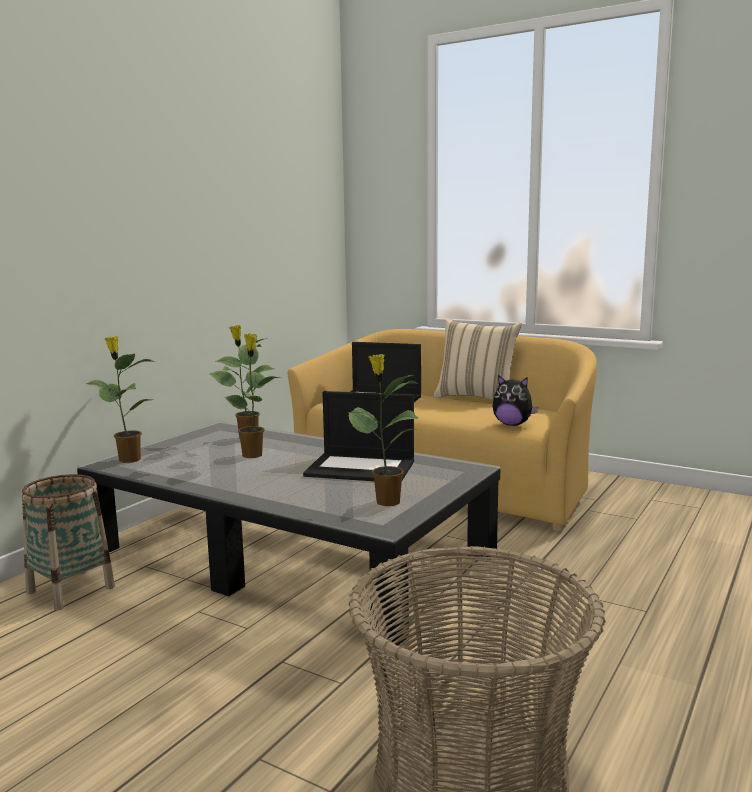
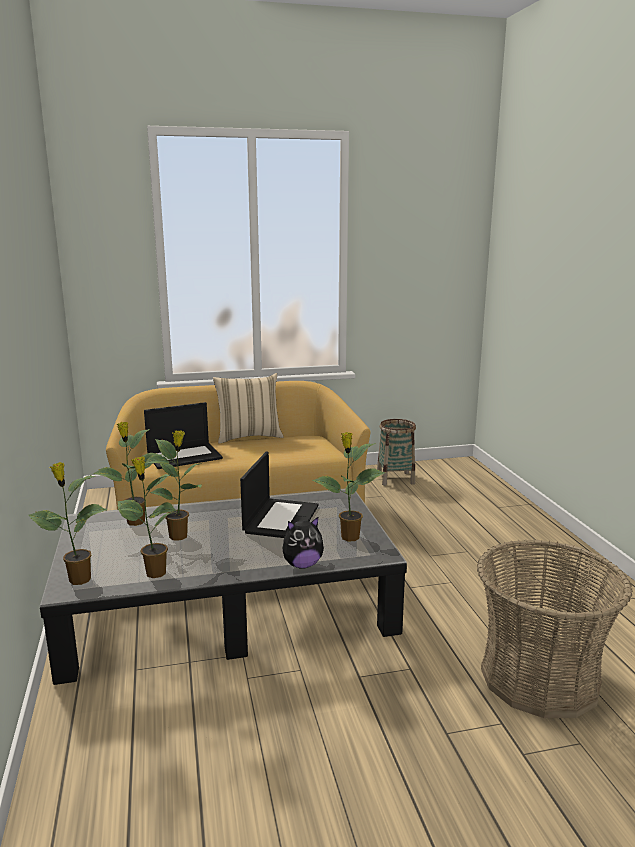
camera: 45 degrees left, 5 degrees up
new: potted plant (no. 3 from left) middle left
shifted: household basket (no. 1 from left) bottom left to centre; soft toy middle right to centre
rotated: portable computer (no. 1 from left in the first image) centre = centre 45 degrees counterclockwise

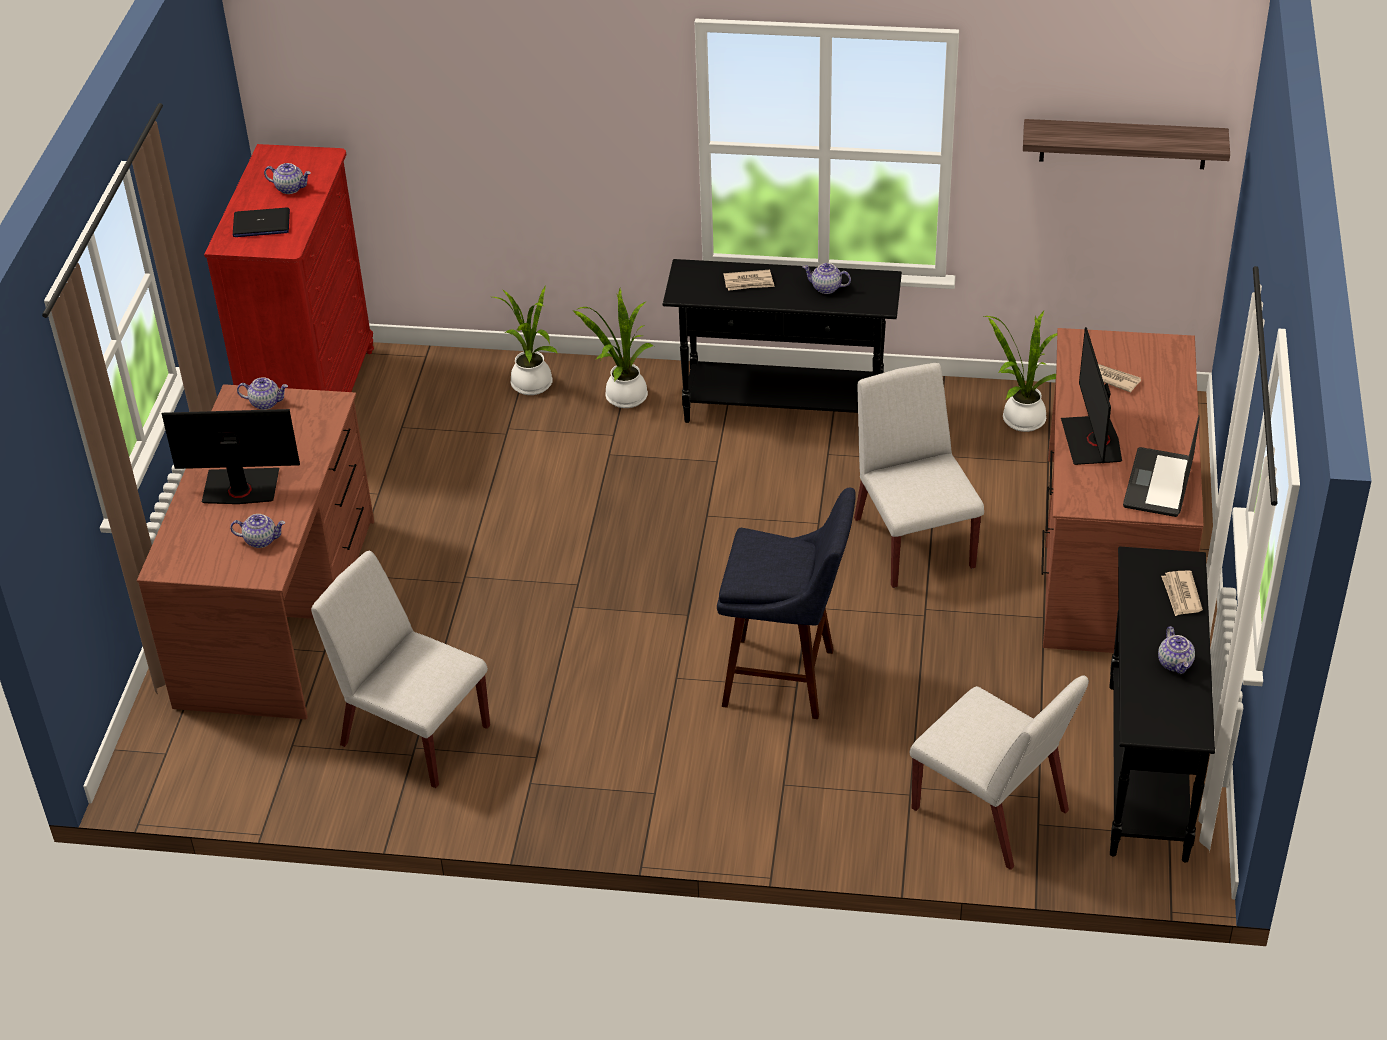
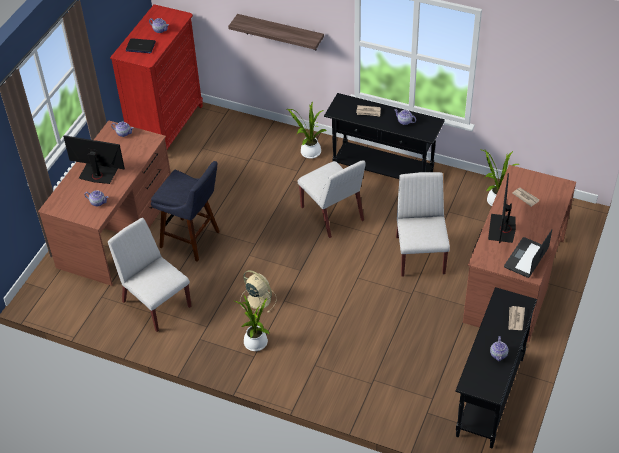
camera: 15 degrees right, 5 degrees up
new: beige fan centre
shifted: potted plant (no. 1 from left) top centre to bottom centre; blue stool centre to middle left; white-coloured upright chair (no. 3 from left in the first image) bottom right to white-coloured upright chair (no. 2 from left) centre; shelf top right to top centre

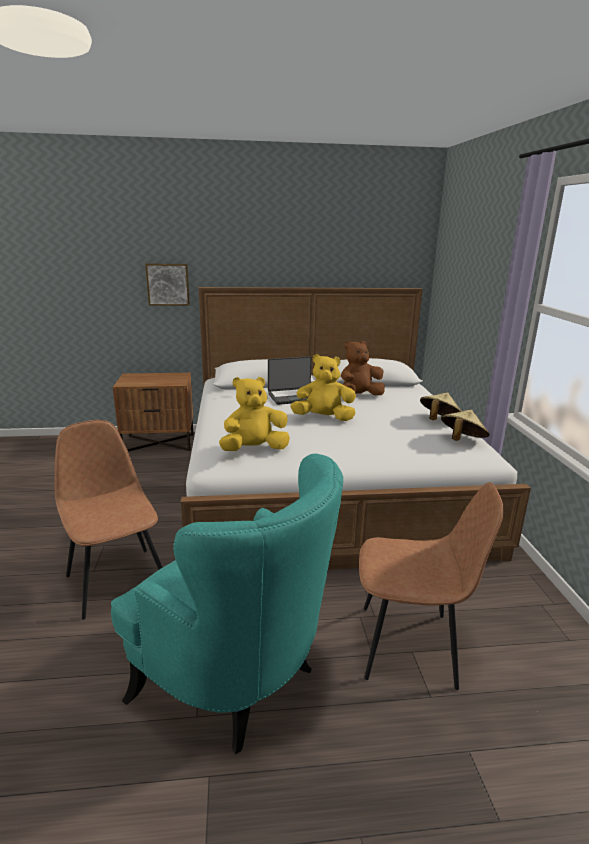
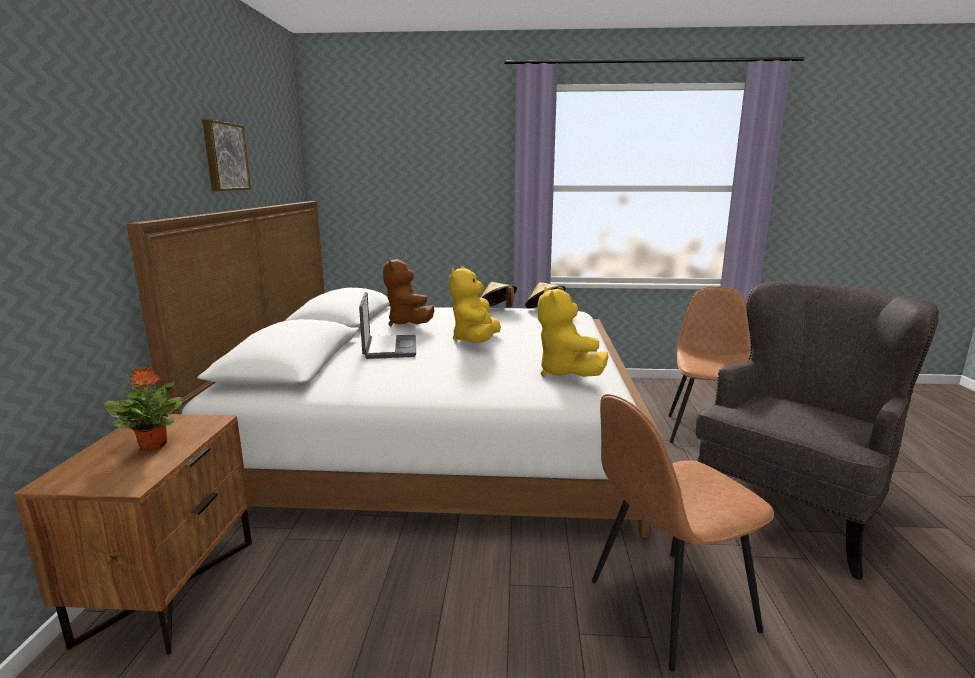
camera: 80 degrees left, 5 degrees down
new: potted plant middle left
shifted: picture middle left to top left
repainted: blue-green armchair bottom centre to greyish armchair middle right

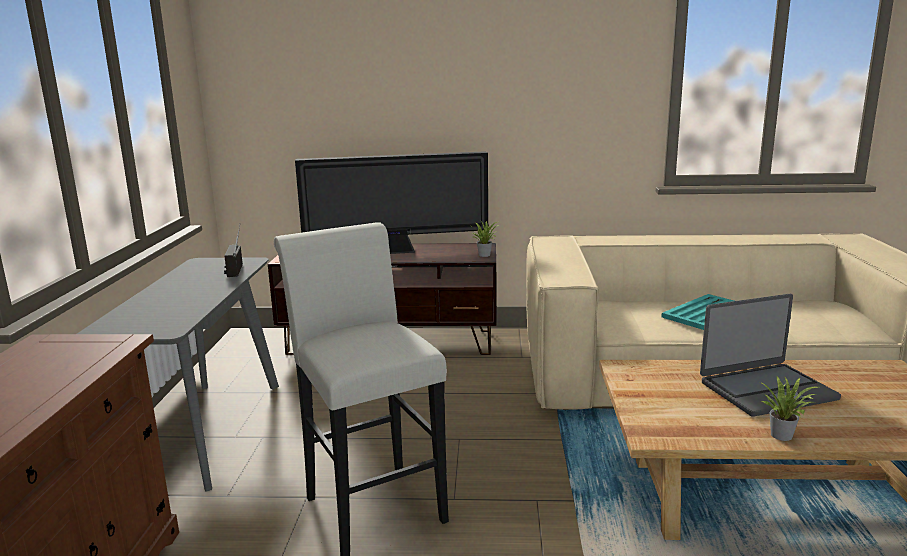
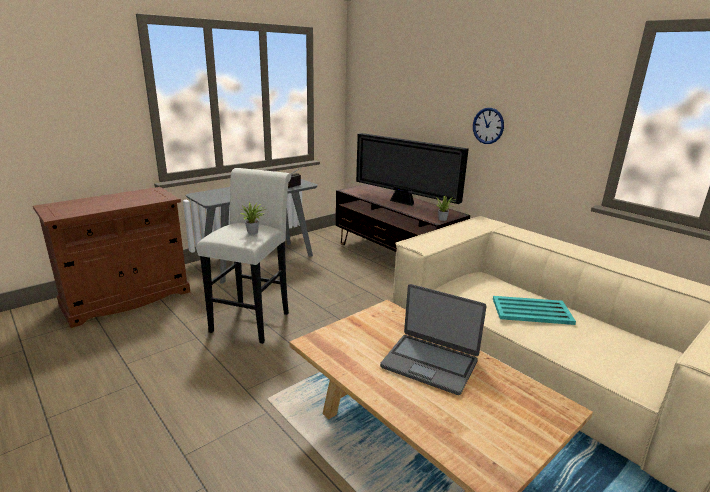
camera: 45 degrees right, 5 degrees up
new: clock on the wall top right
shifted: potted plant (no. 2 from left in the first image) bottom right to potted plant (no. 1 from left) centre

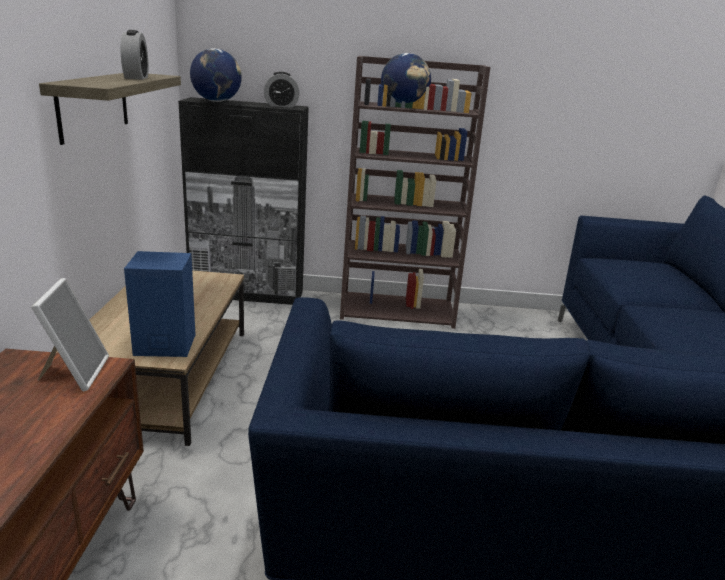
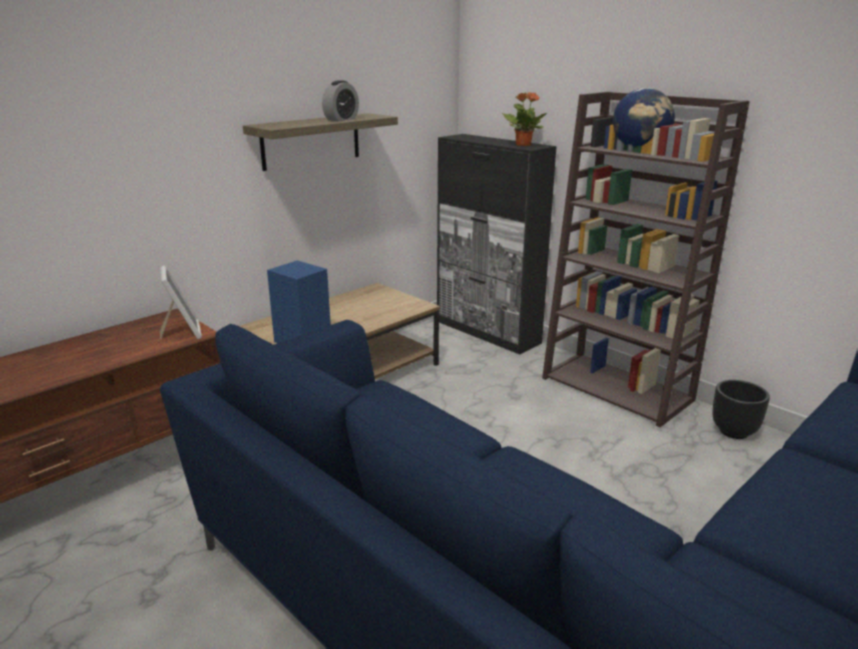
camera: 45 degrees right, 0 degrees up
gone: desk globe (no. 1 from left) top left
new: black flower pot middle right
swapped: table clock (no. 2 from left) top centre to potted plant top centre
rotated: standing frame middle left = middle left 60 degrees counterclockwise

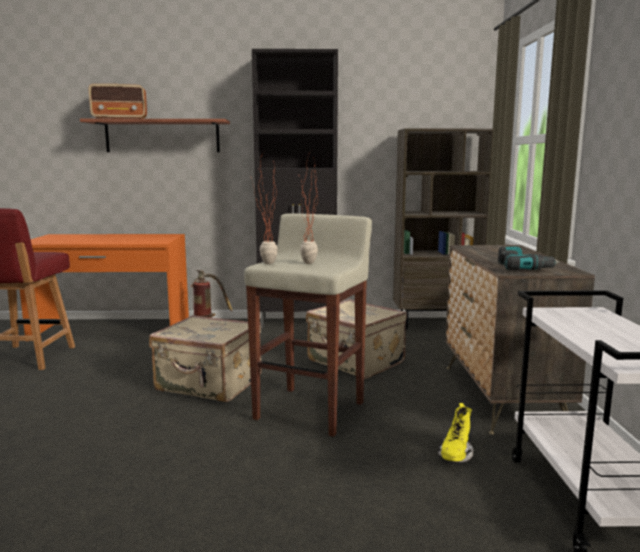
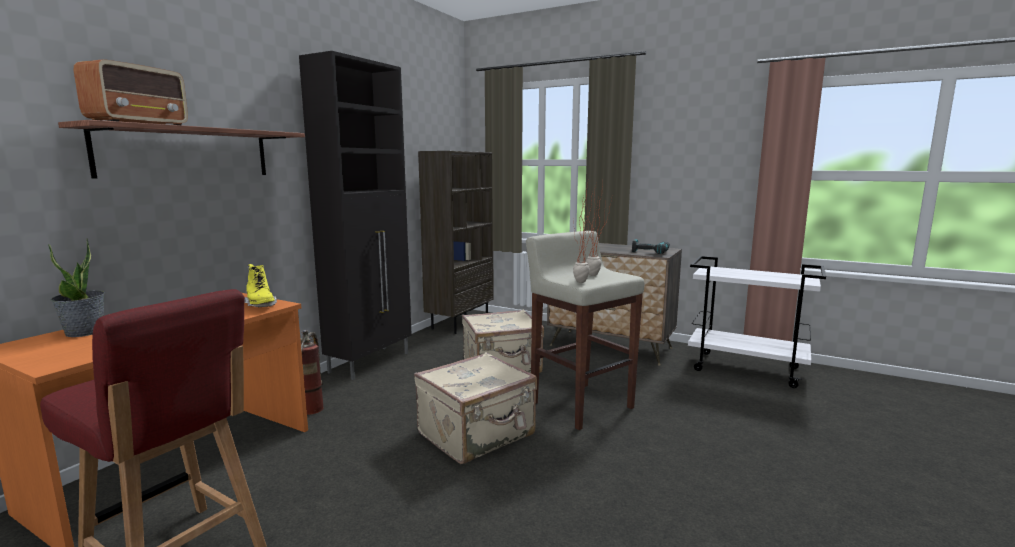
camera: 60 degrees left, 0 degrees up
new: potted plant (no. 1 from left) middle left
shifted: yellow-coloured high-top boot bottom right to middle left

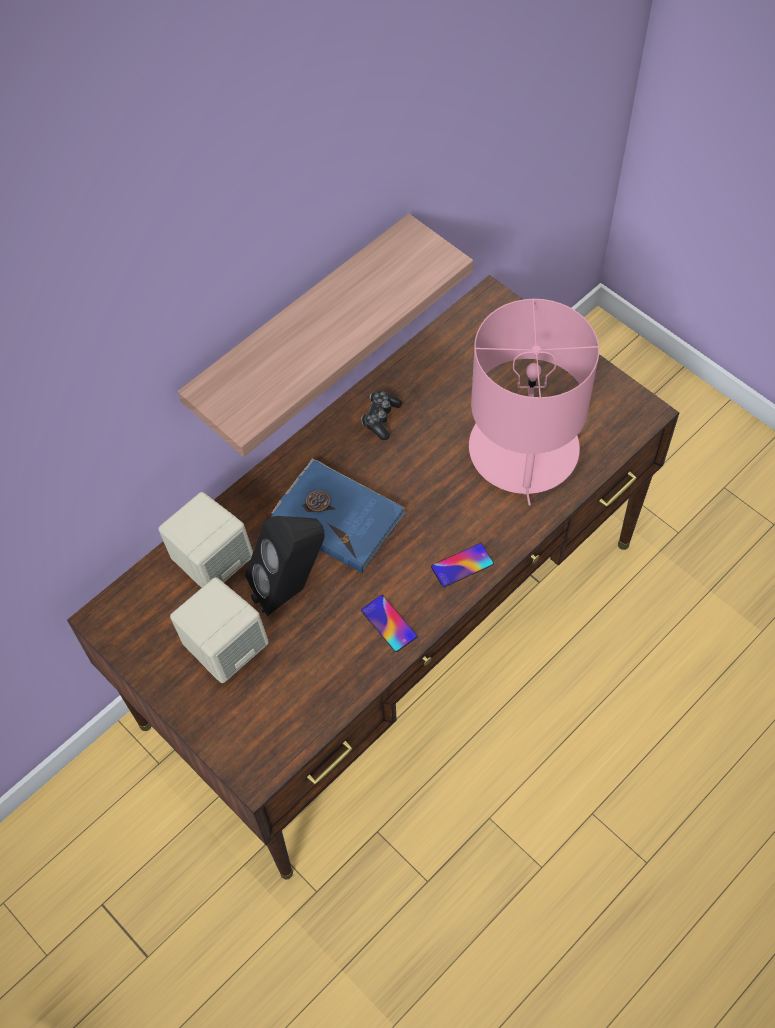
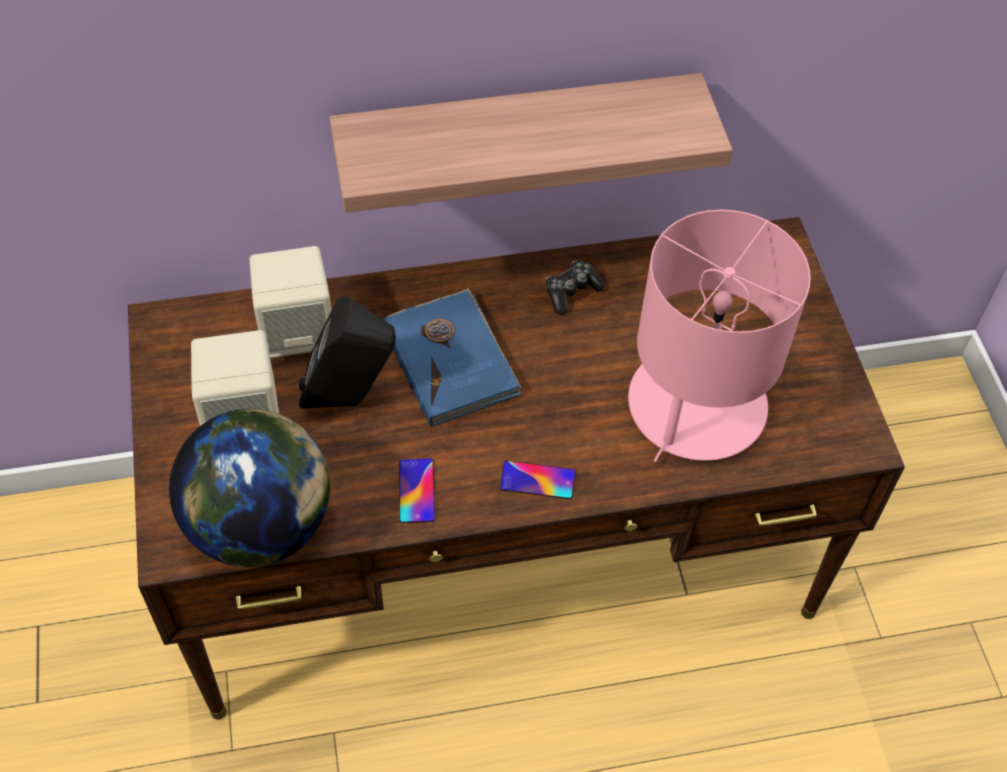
camera: 30 degrees right, 5 degrees down
new: desk globe middle left

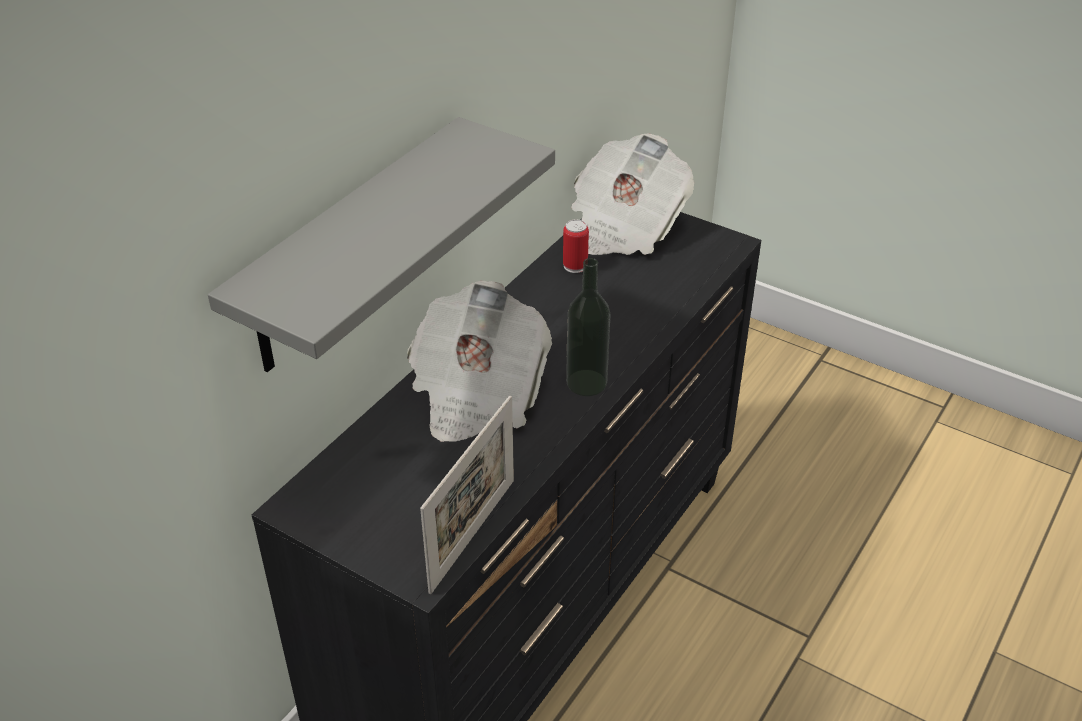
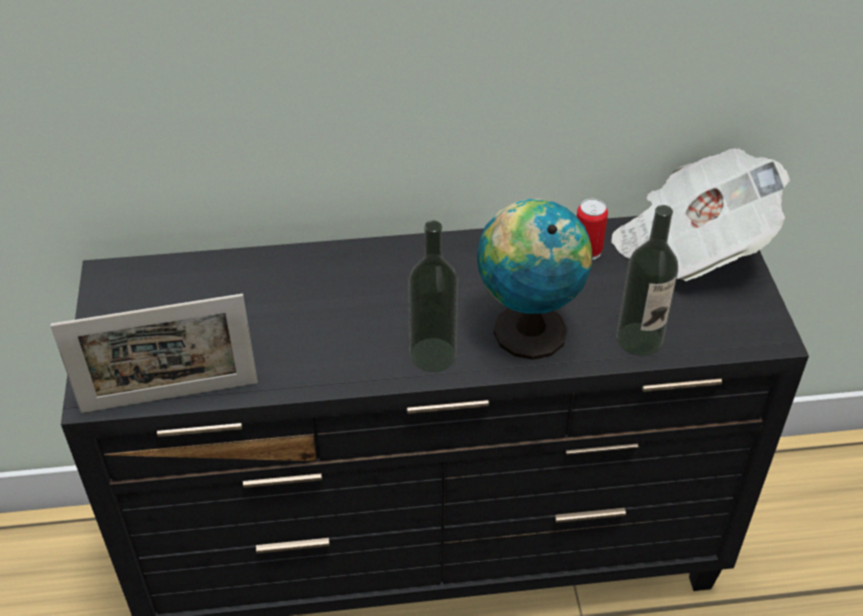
camera: 50 degrees right, 5 degrees up
gone: greyish shelf centre; newspaper (no. 1 from left) centre
new: desk globe centre; beverage bottle (no. 2 from left) middle right

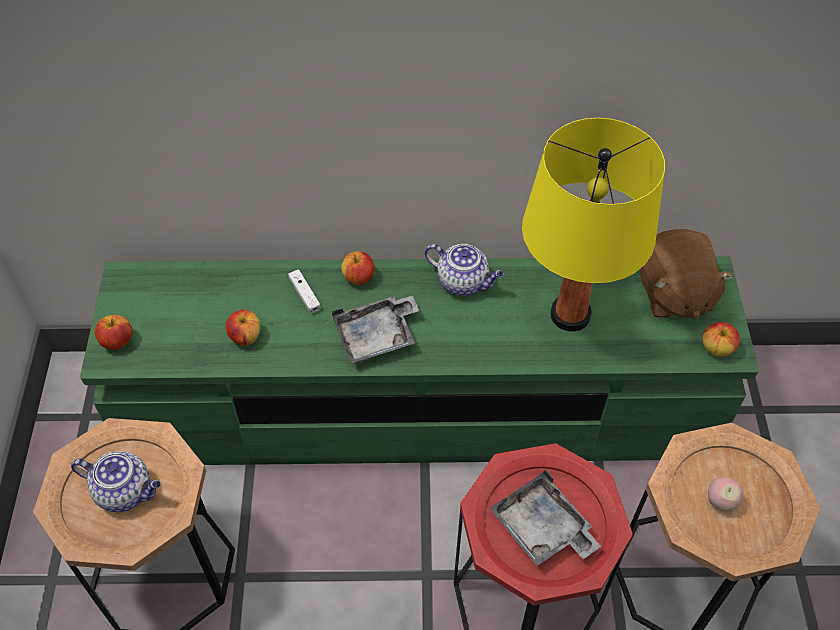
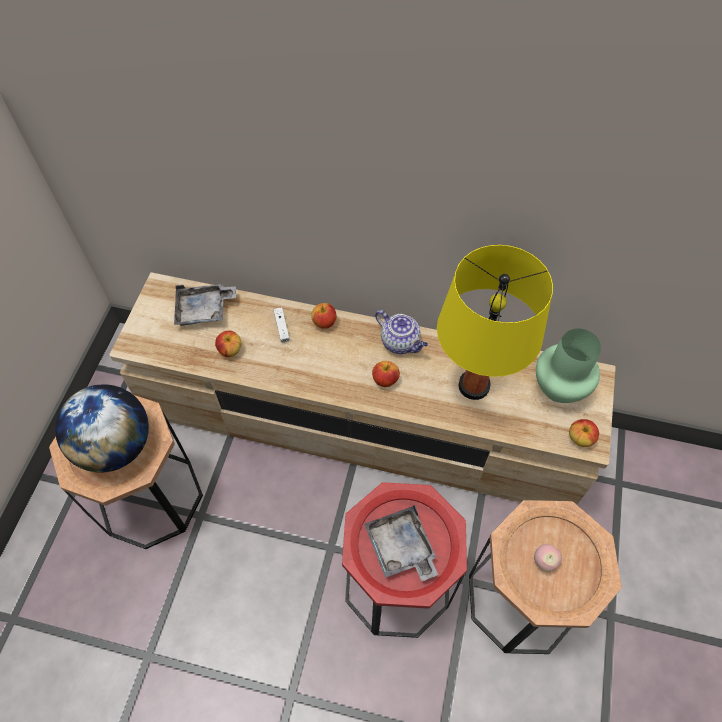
camera: 15 degrees right, 5 degrees up
shifted: whole apple (no. 1 from left in the first image) middle left to whole apple (no. 3 from left) centre; greyish tray (no. 1 from left) centre to middle left
swapped: teapot (no. 1 from left) bottom left to desk globe middle left; brown soft toy middle right to green decorative vase middle right
repainted: green tv unit centre to beige tv unit centre

